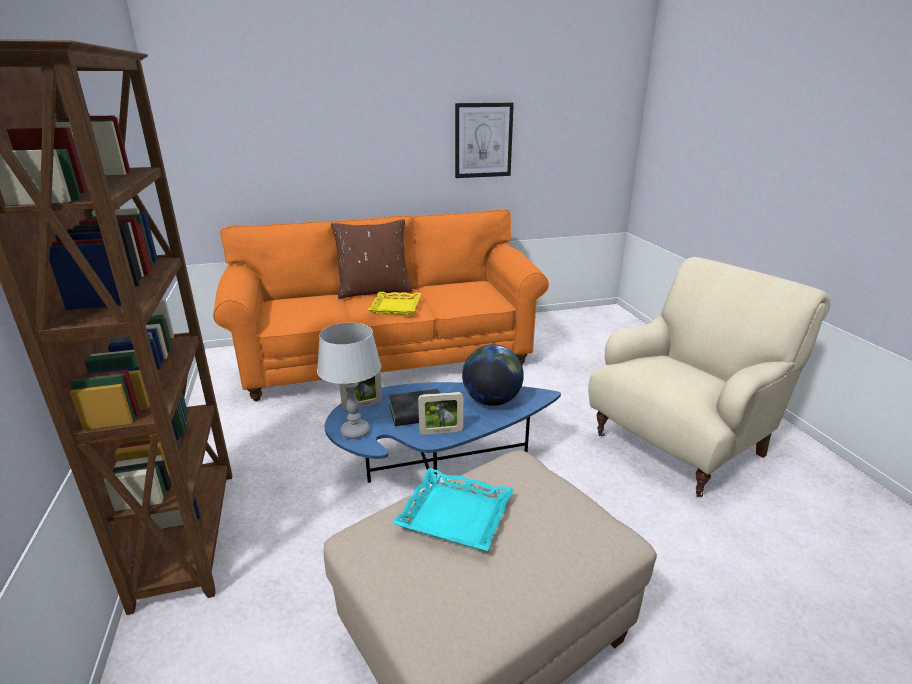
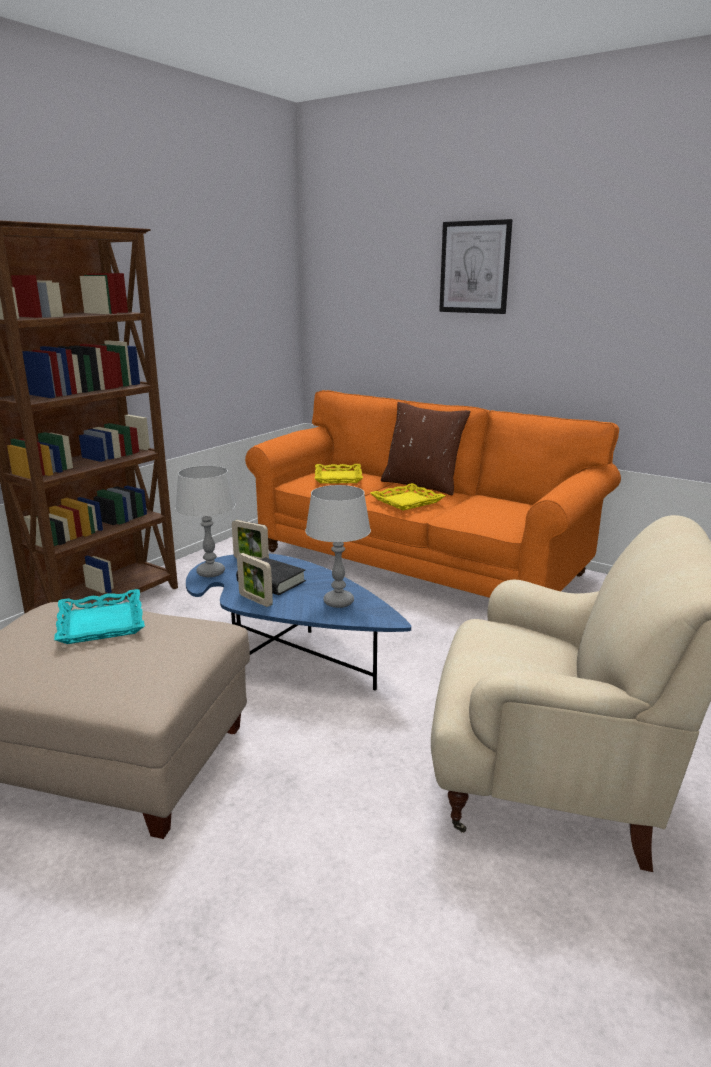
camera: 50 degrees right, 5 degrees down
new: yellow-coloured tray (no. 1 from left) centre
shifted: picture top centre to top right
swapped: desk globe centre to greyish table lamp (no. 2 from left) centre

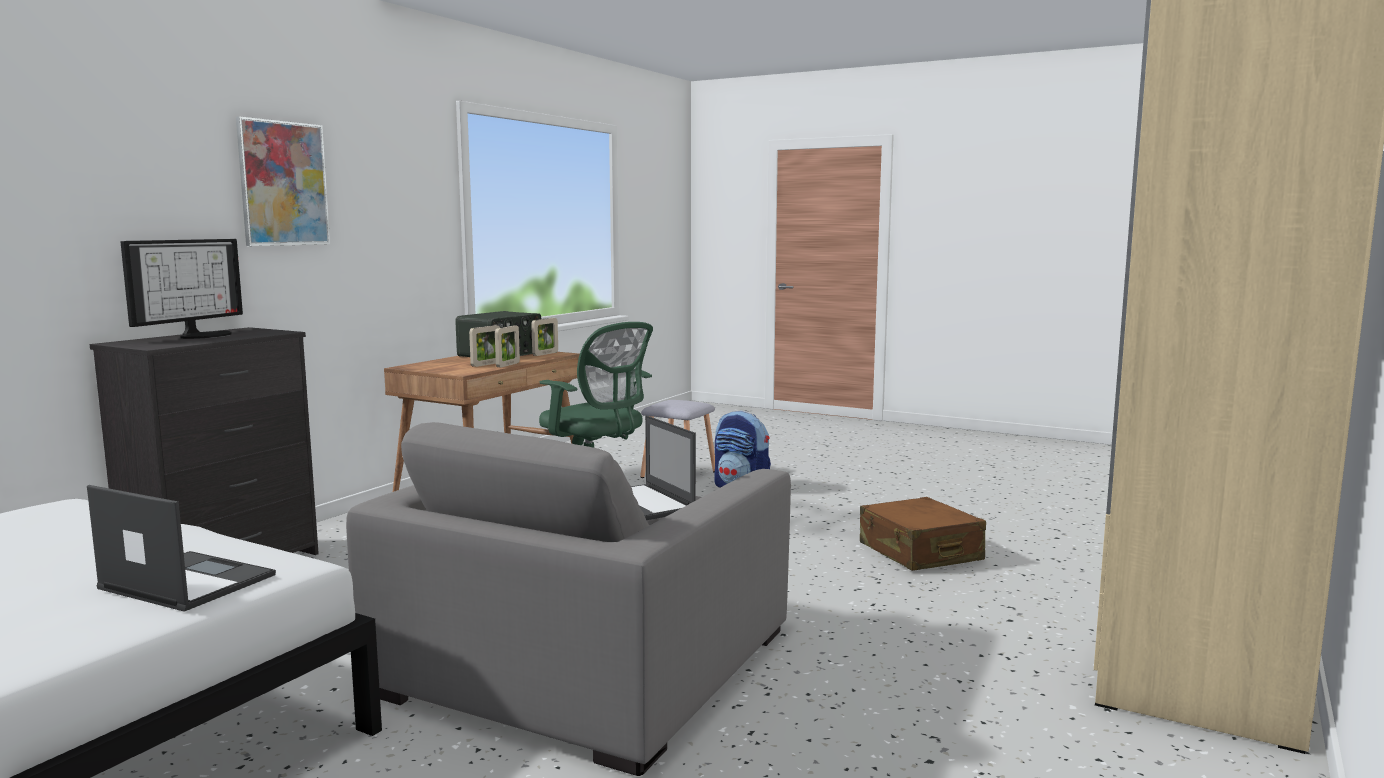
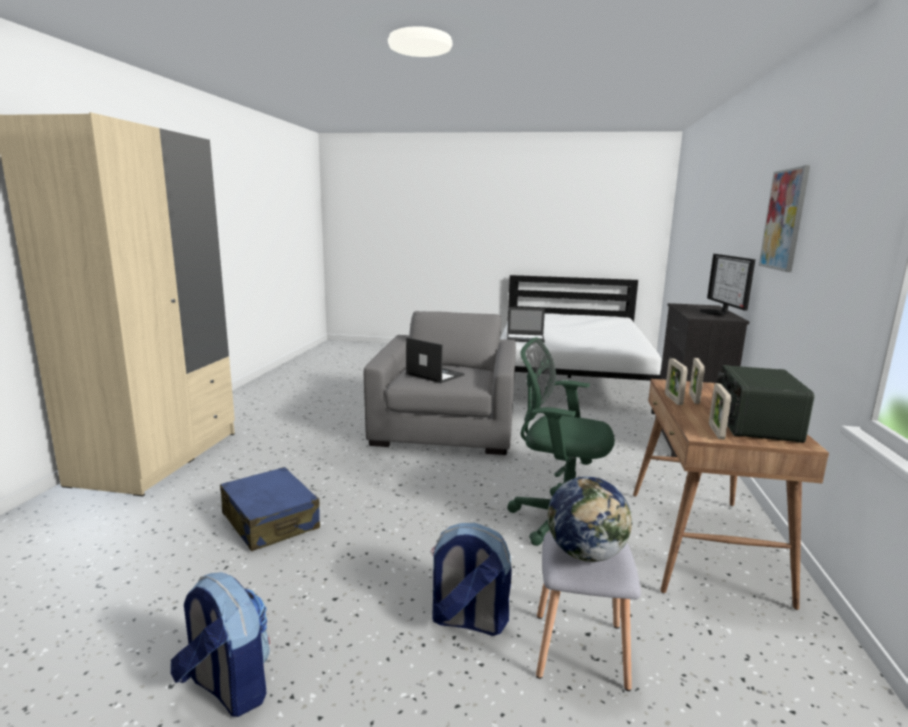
camera: 160 degrees right, 5 degrees up
new: backpack (no. 1 from left) bottom left; desk globe bottom centre
repainted: brown suitcase bottom right to blue suitcase bottom left

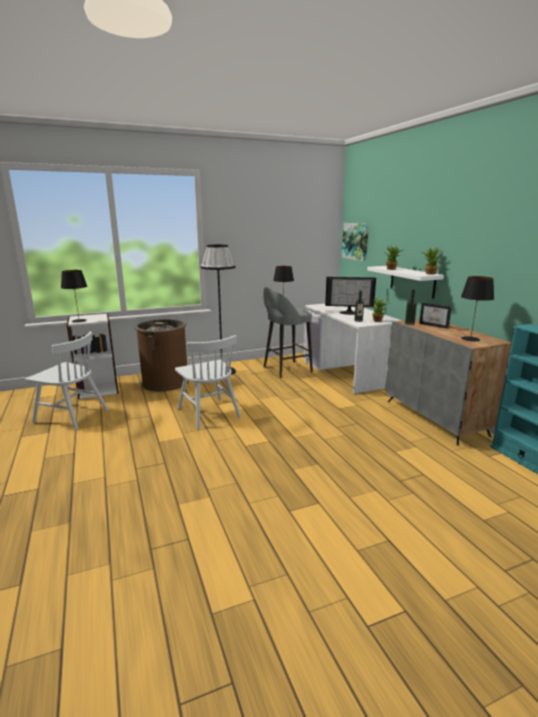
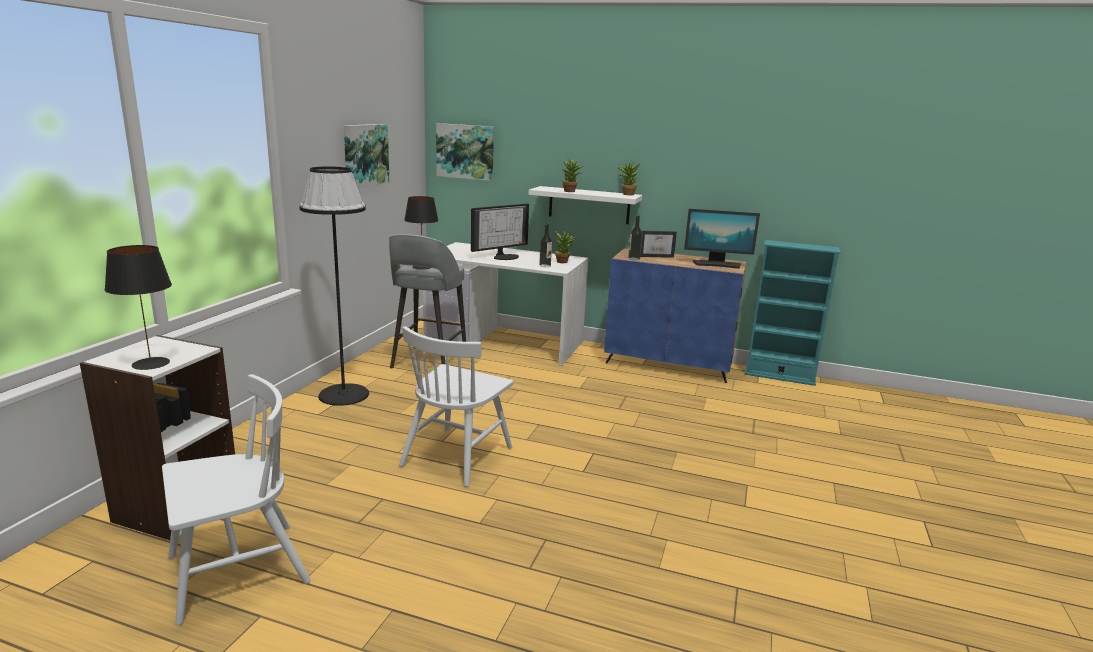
camera: 50 degrees left, 0 degrees up
gone: brown trash can middle left
new: picture (no. 1 from left) top centre
swapped: black table lamp (no. 3 from left) middle right to computer display (no. 2 from left) centre
repainted: greyish cabinet middle right to blue cabinet centre
rotated: white-coloured upright chair (no. 2 from left) centre = centre 105 degrees clockwise

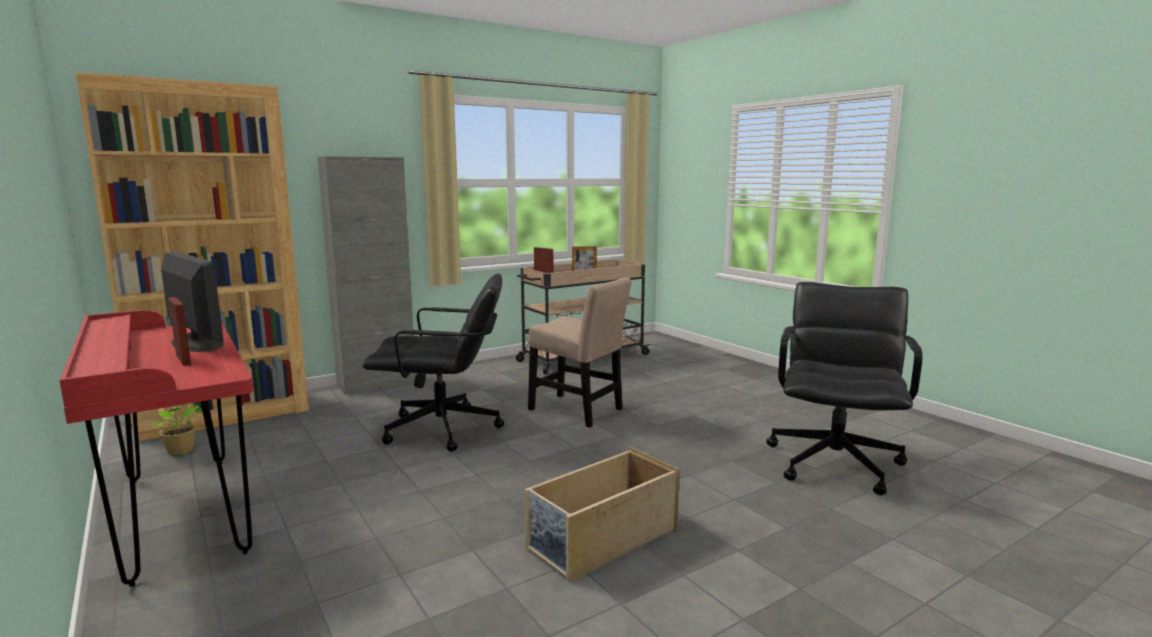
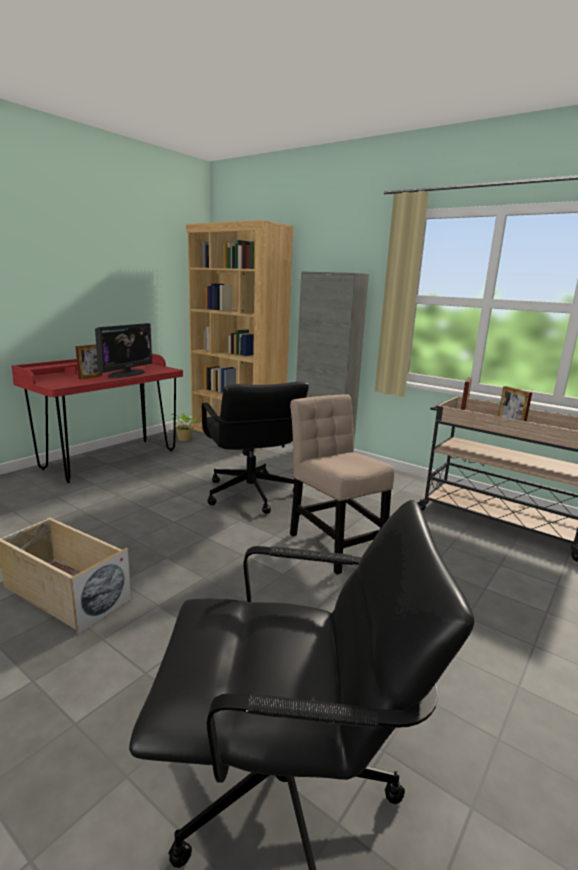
camera: 70 degrees right, 5 degrees up
rotated: beige upright chair centre = centre 135 degrees clockwise

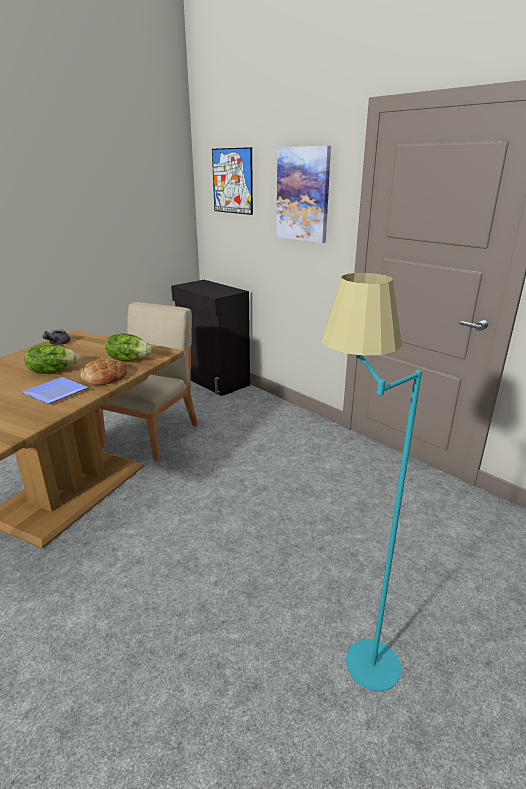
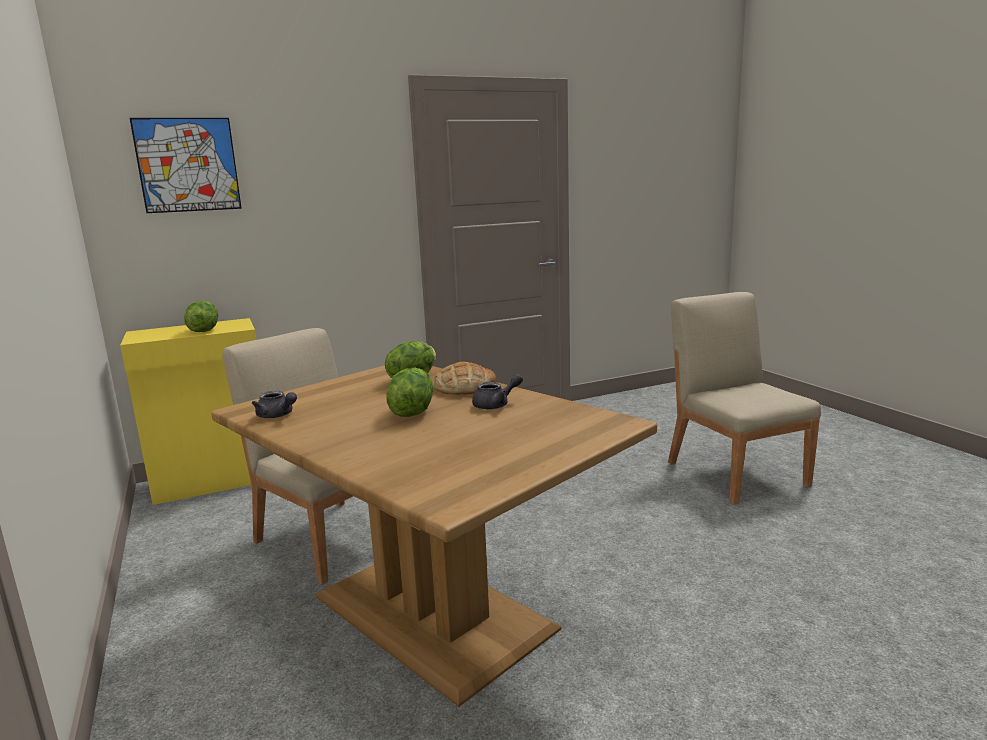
camera: 70 degrees left, 10 degrees down
gone: picture (no. 2 from left) top centre
new: lettuce head (no. 1 from left) middle left
swapped: dinner plate middle left to greyish teapot (no. 2 from left) centre; blue-green standing lamp middle right to beige upright chair (no. 2 from left) middle right
repainted: black cabinet centre to yellow-coloured cabinet middle left

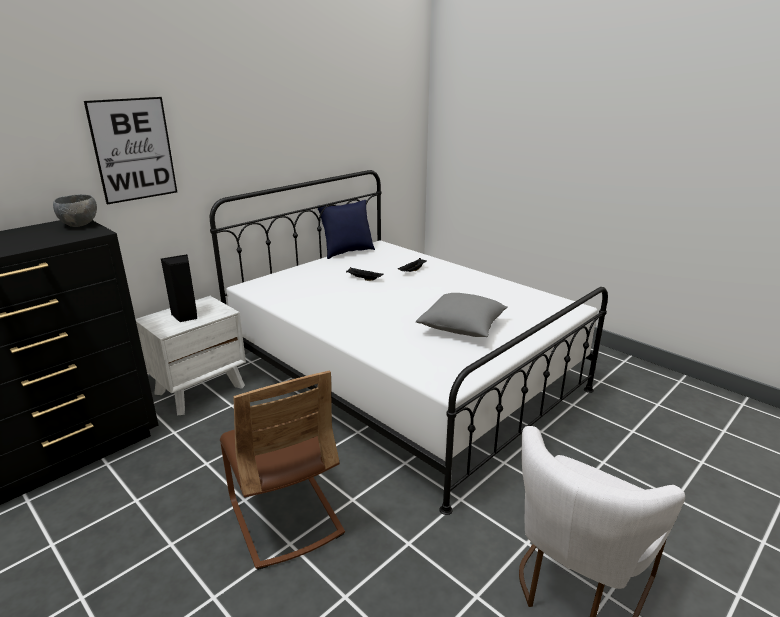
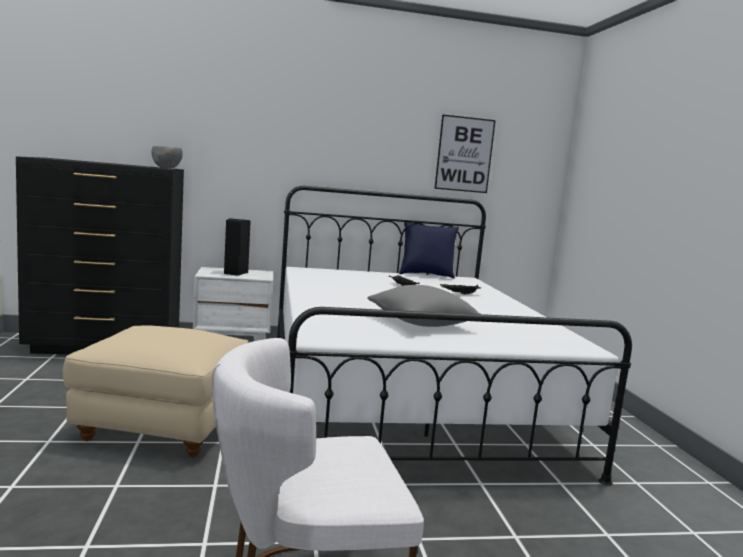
camera: 35 degrees right, 15 degrees down
shifted: picture top left to top centre
swapped: brown upright chair bottom centre to beige ottoman bottom left

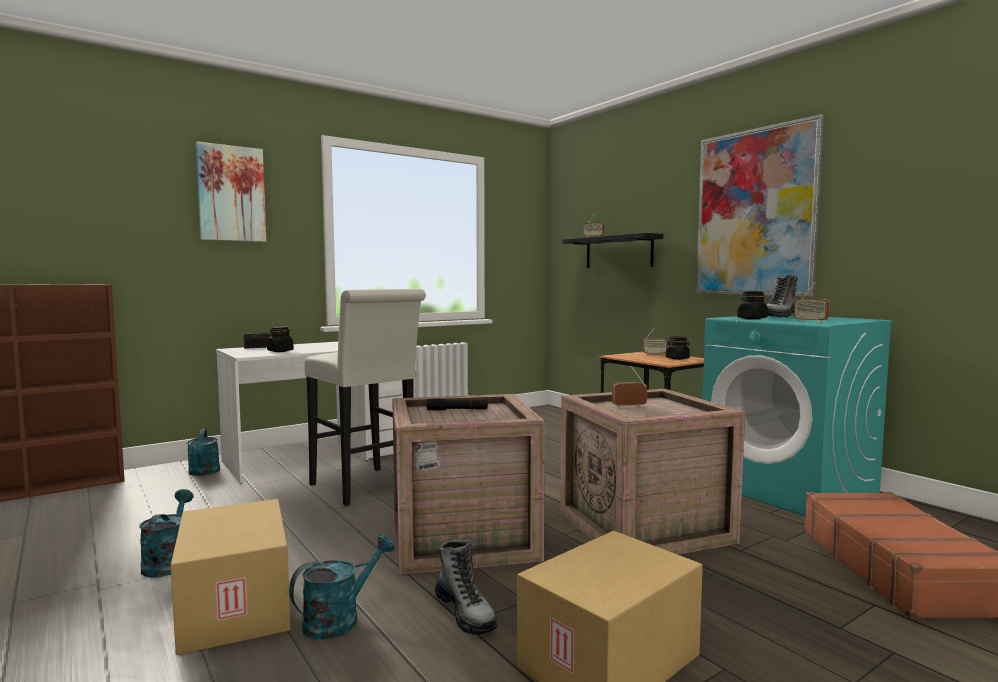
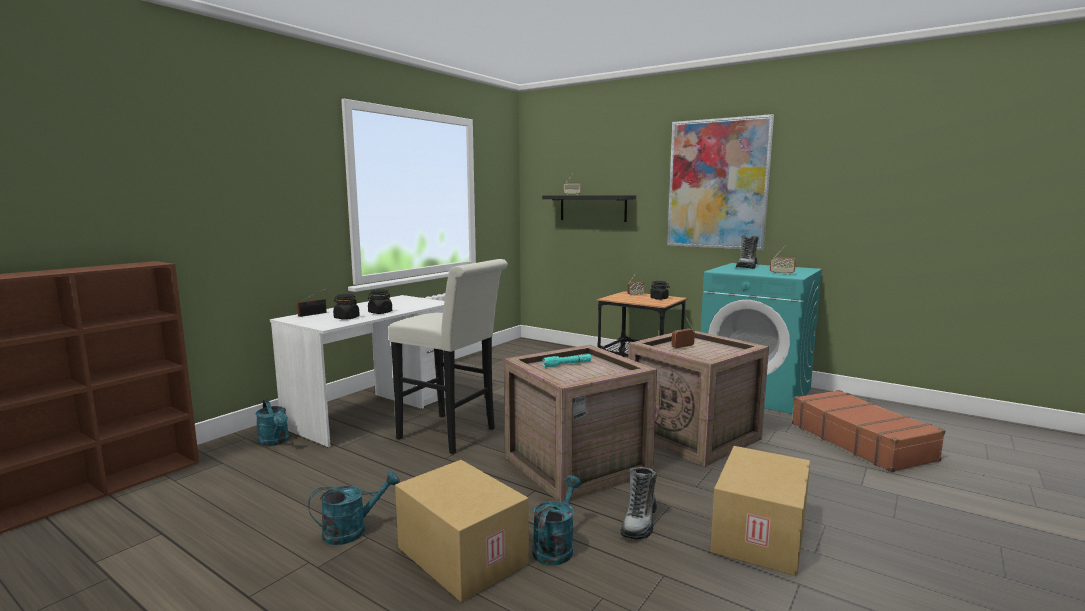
camera: 20 degrees left, 5 degrees up
gone: picture (no. 1 from left) top left
shifted: black storage jar (no. 3 from left in the first image) middle right to black storage jar (no. 2 from left) centre
repainted: black flashlight centre to blue-green flashlight centre
rotated: blue-green sprinkling can (no. 1 from left in the first image) bottom left = bottom left 90 degrees clockwise; high-top boot (no. 1 from left) bottom centre = bottom centre 75 degrees clockwise

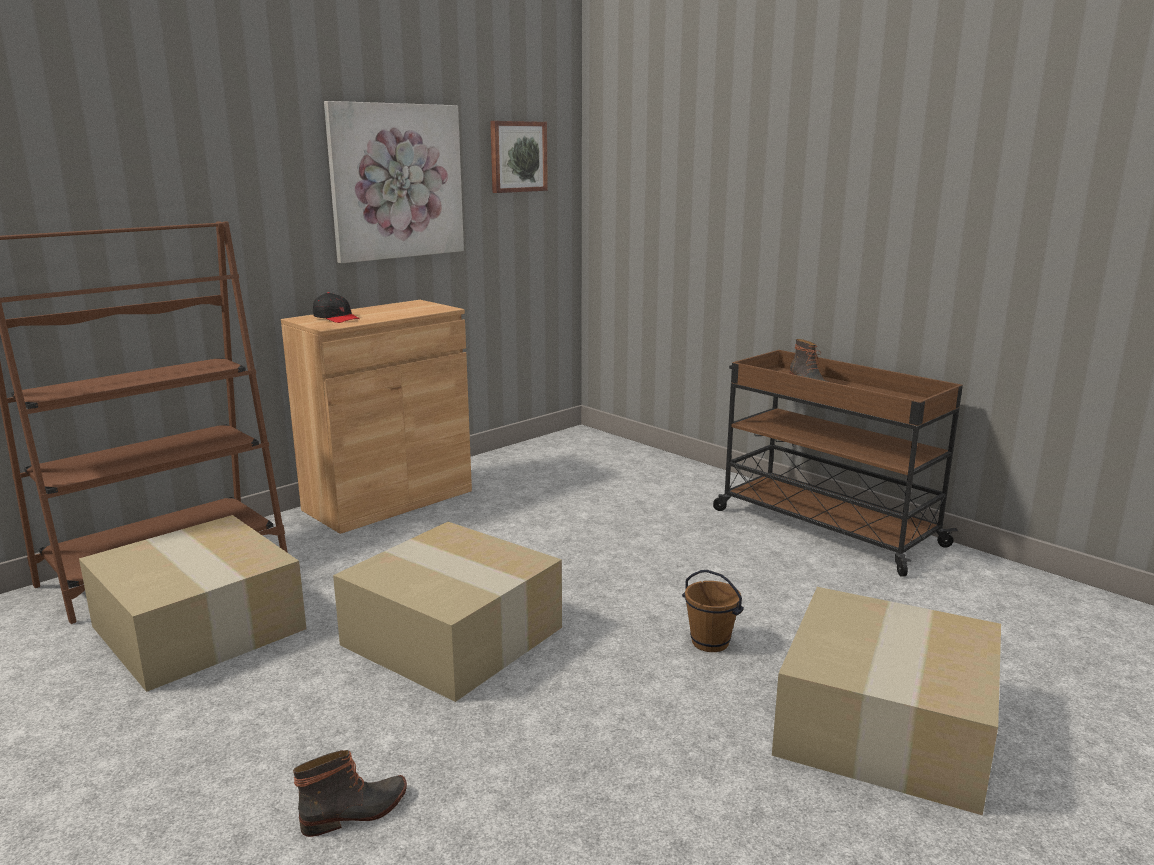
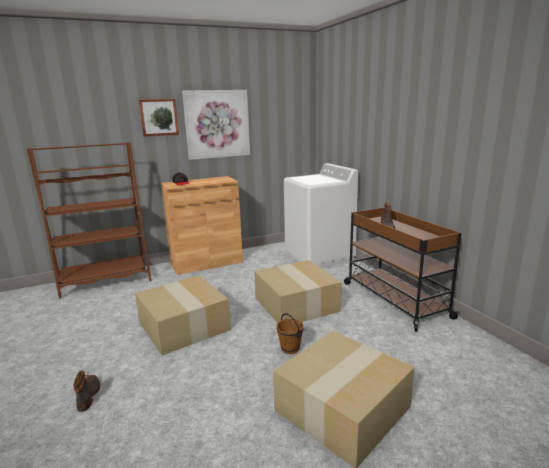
camera: 20 degrees right, 0 degrees up
new: white-coloured washing machine centre
shifted: carton (no. 1 from left in the first image) bottom left to carton (no. 2 from left) centre; picture (no. 2 from left in the first image) top centre to picture (no. 1 from left) top left
rotated: high-top boot (no. 1 from left) bottom left = bottom left 90 degrees counterclockwise

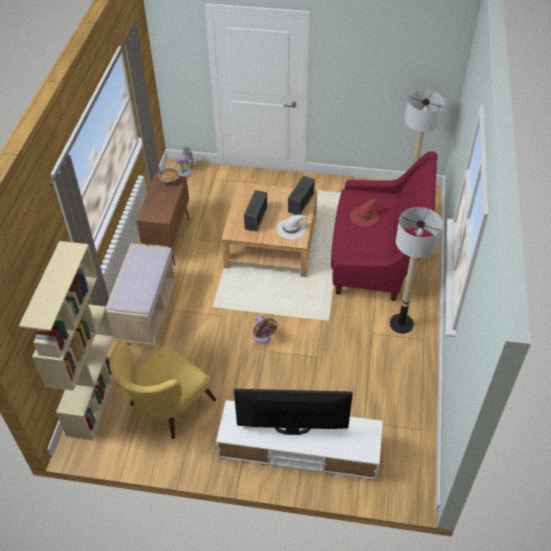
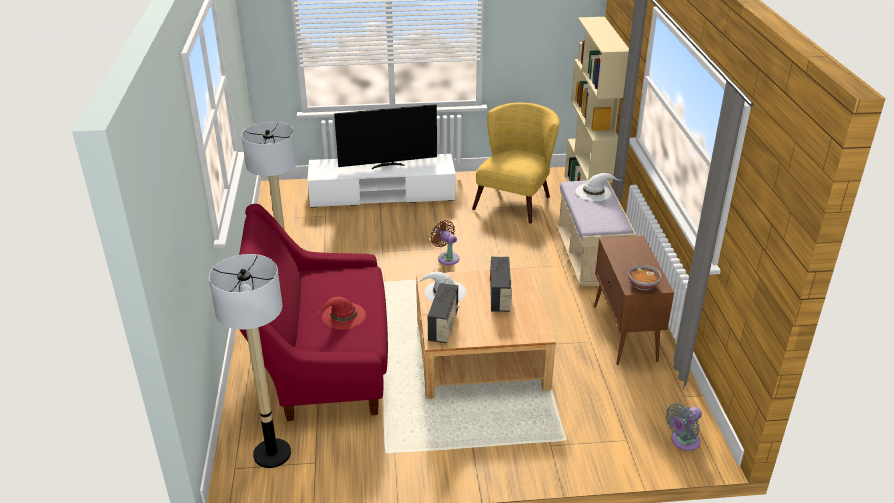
camera: 165 degrees right, 15 degrees down
new: white-coloured hat (no. 2 from left) middle right

